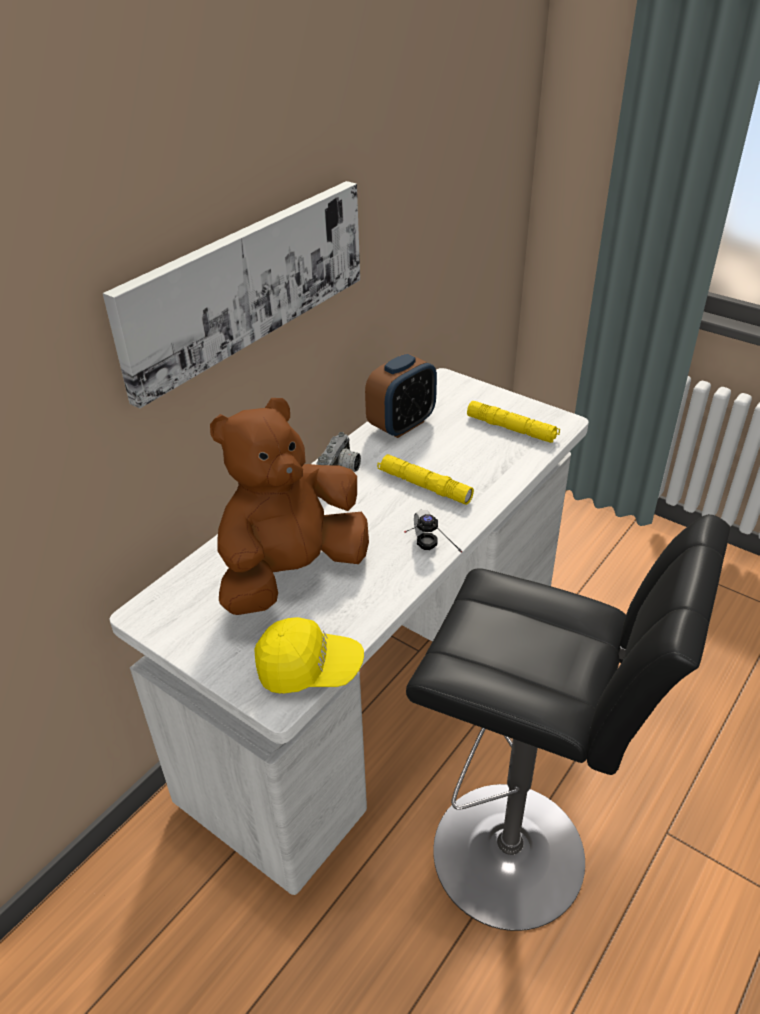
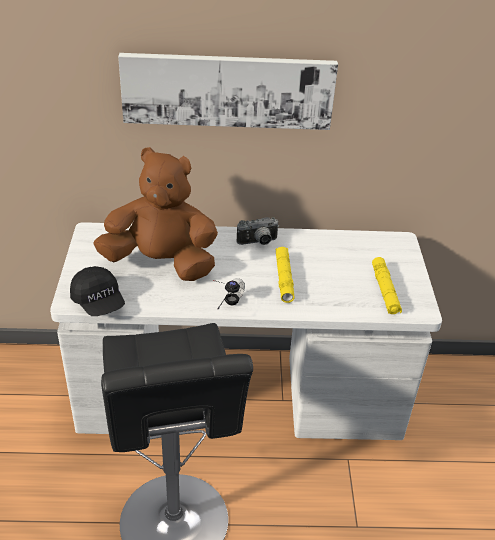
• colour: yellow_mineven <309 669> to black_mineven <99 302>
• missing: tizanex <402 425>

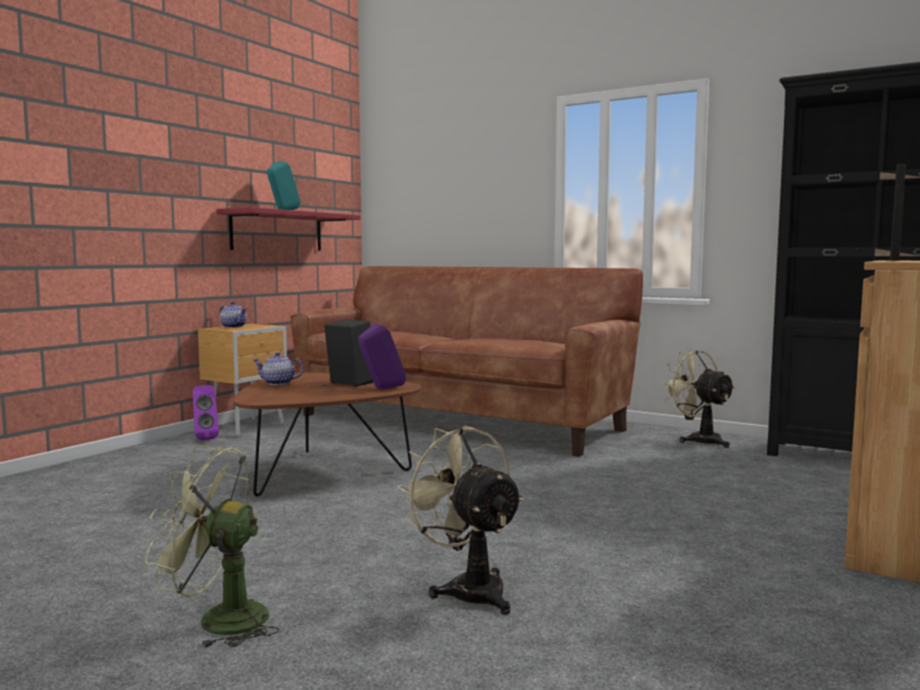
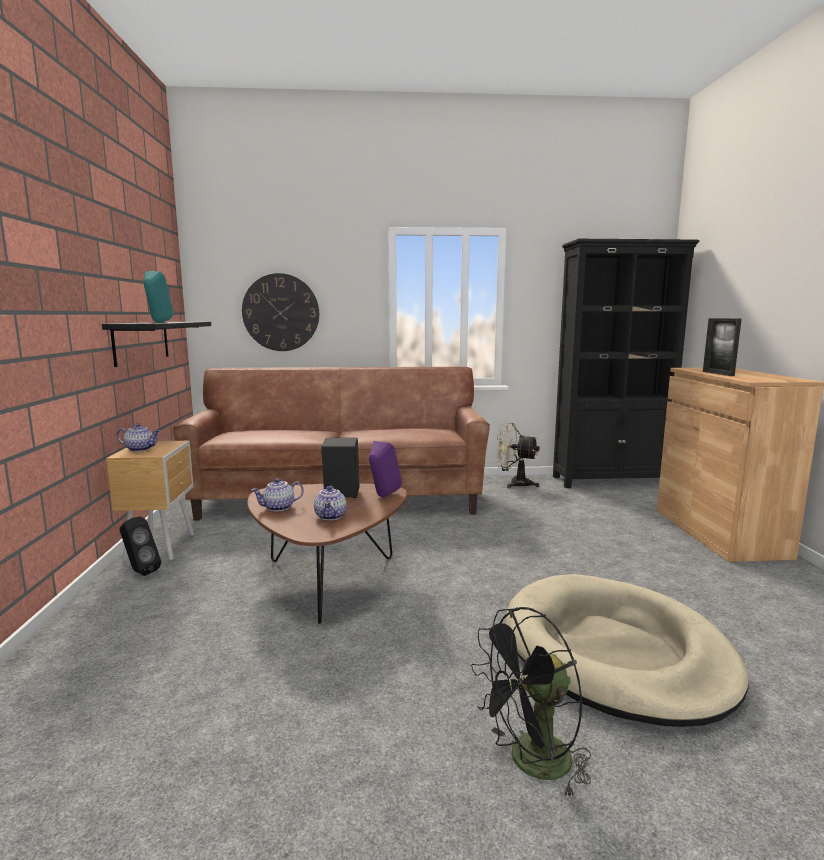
• colour: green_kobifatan <218 620> to black_kobifatan <531 764>
• colour: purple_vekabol <205 438> to black_vekabol <140 572>
• colour: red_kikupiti <277 231> to black_kikupiti <141 342>
• exchanged: beige_kobifatan <468 588> to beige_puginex <615 652>
• appeared: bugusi <281 312>
• appeared: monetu <331 517>

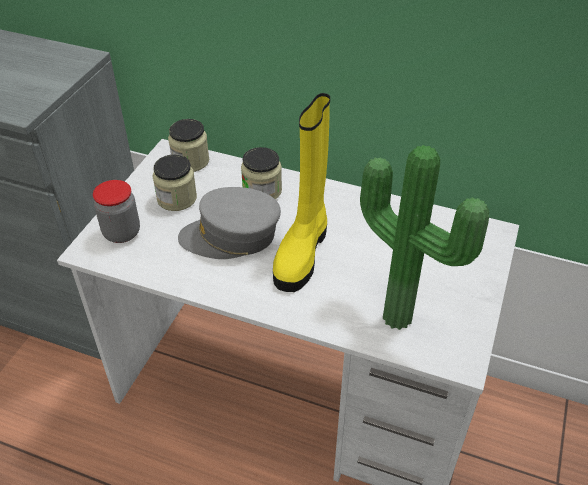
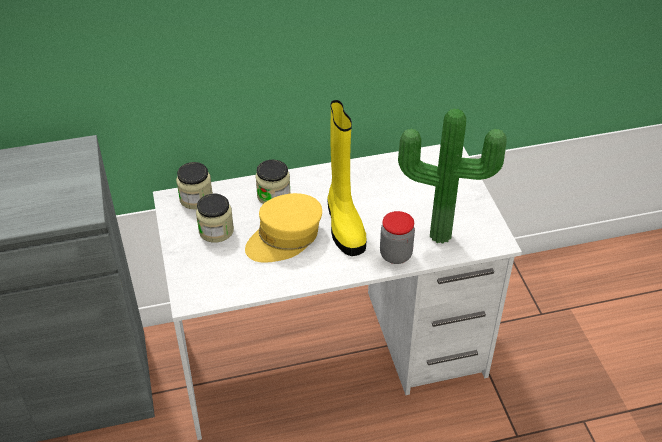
• relocated: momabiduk <122 233> to <395 255>
• colour: grey_mineven <231 236> to yellow_mineven <285 237>

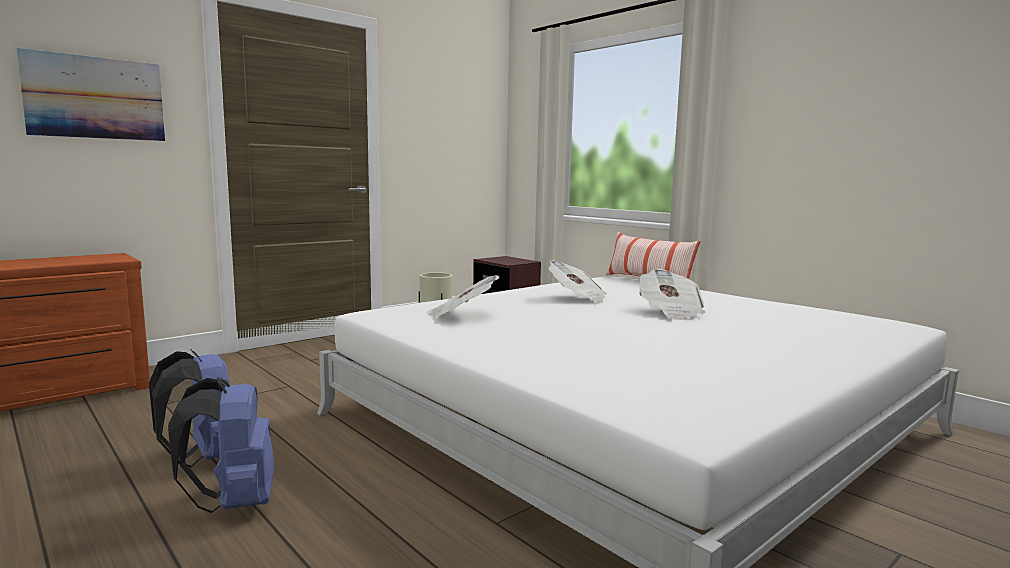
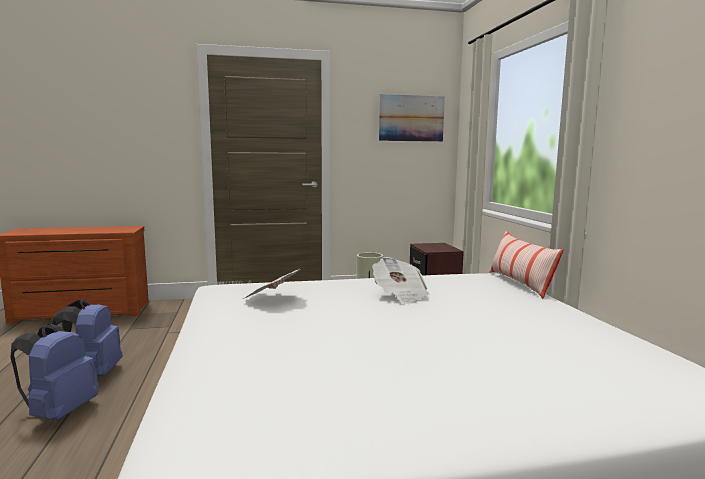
• relocated: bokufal <95 98> to <411 118>
• missing: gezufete <670 312>

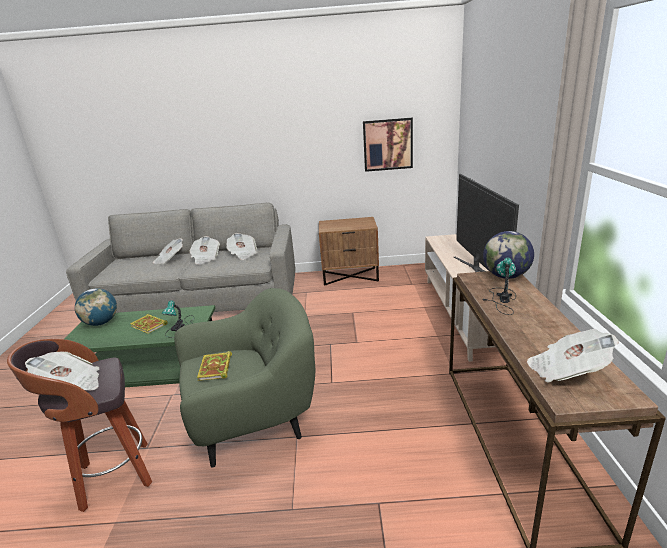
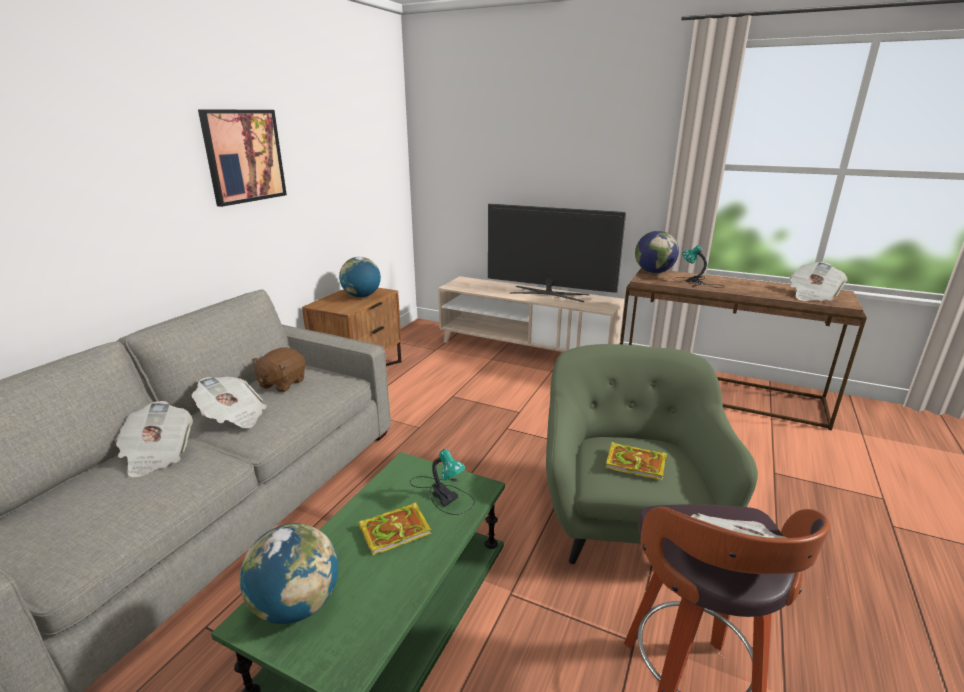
• exchanged: gezufete <243 254> to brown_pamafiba <282 383>
• relocated: bokufal <387 144> to <244 156>
• appeared: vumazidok <361 296>

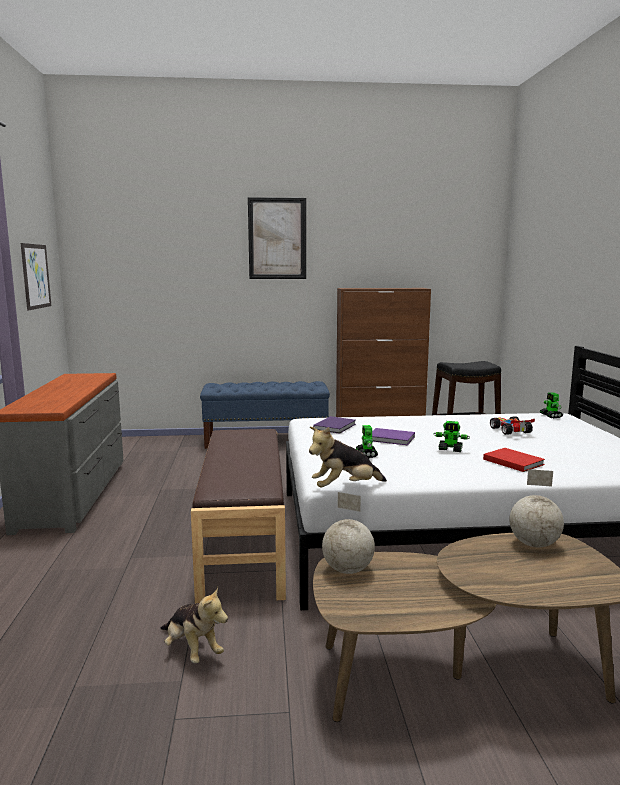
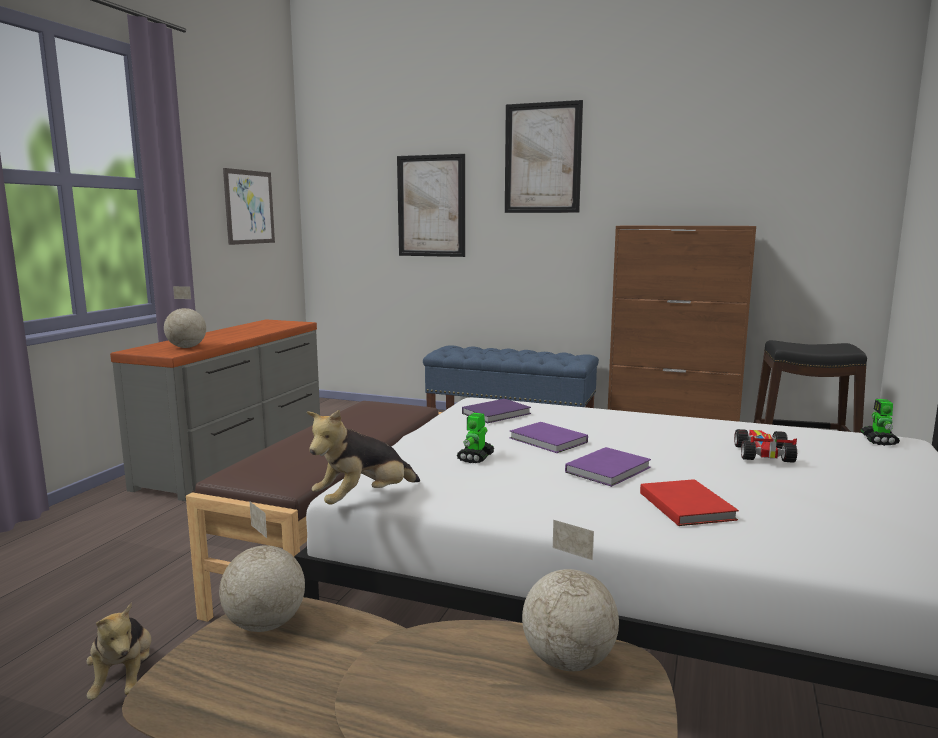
• spun: pamafiba <345 488> = <364 500> 45 degrees counterclockwise
• exchanged: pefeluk <450 450> to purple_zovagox <610 469>
• appeared: vumazidok <187 347>
• appeared: bokufal <431 206>

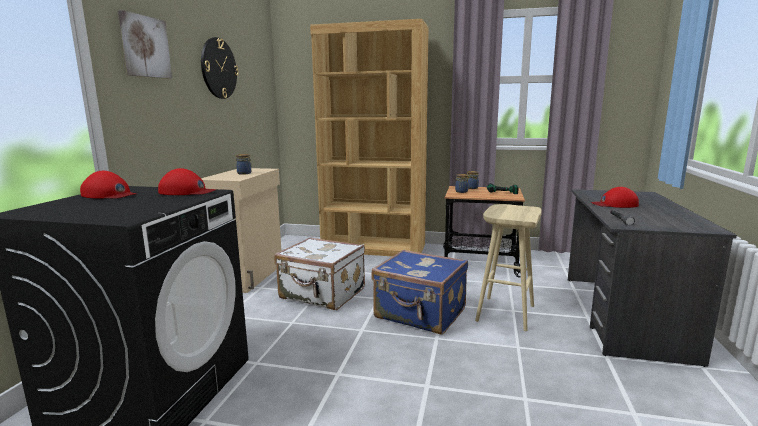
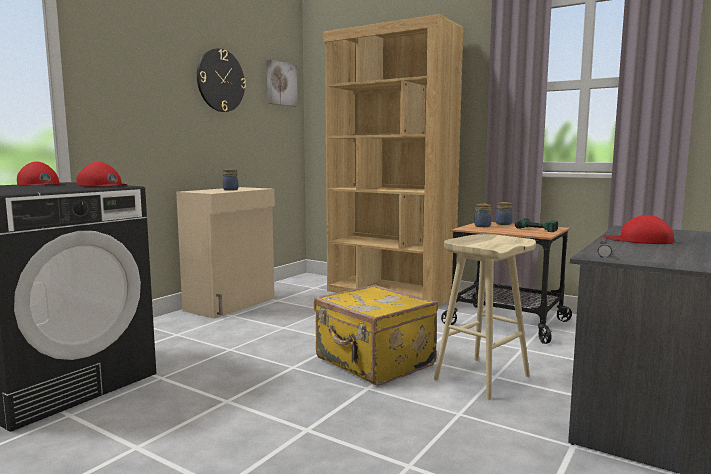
• relocated: bokufal <144 47> to <281 84>
• missing: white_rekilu <322 294>
• colour: blue_rekilu <420 314> to yellow_rekilu <374 363>

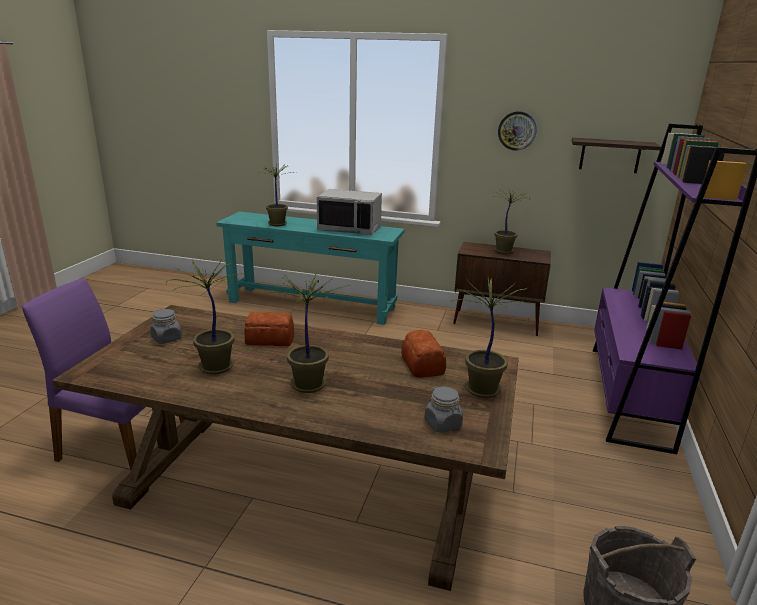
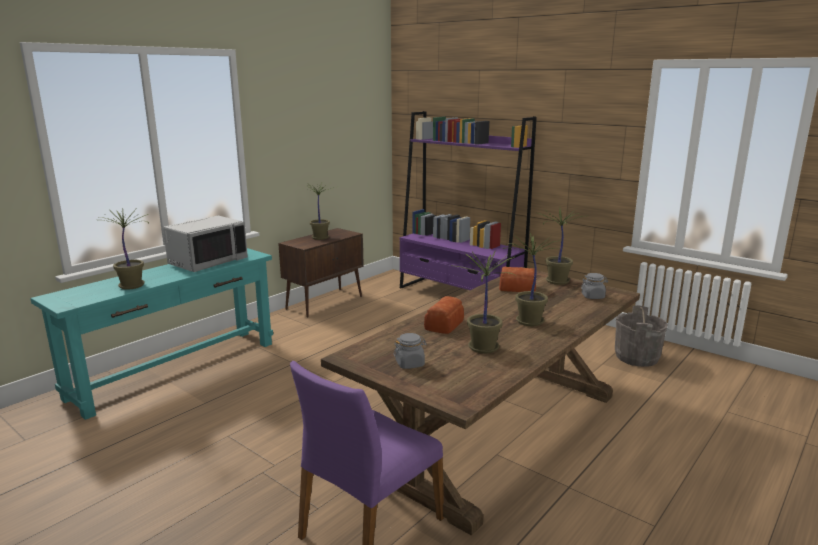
• missing: bugusi <517 131>
• missing: kikupiti <610 155>

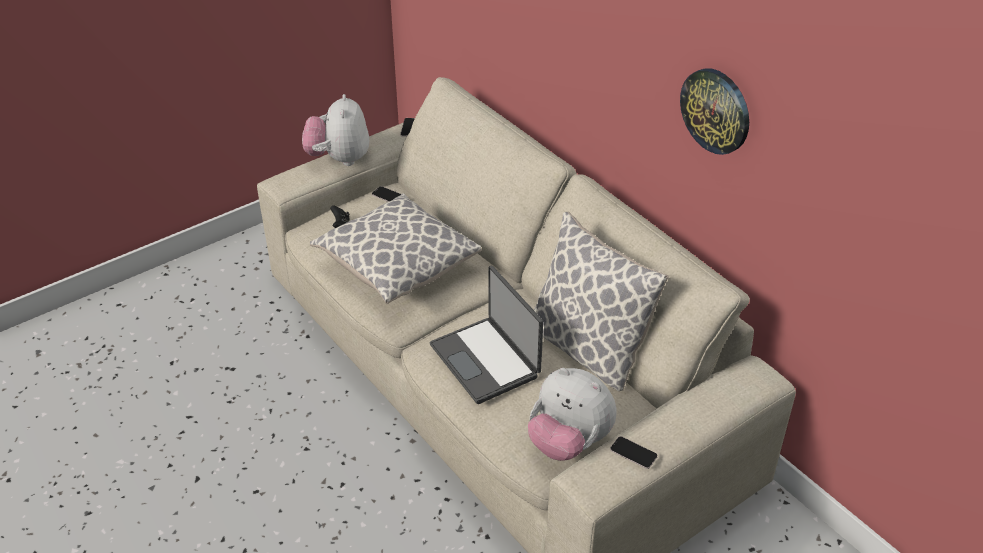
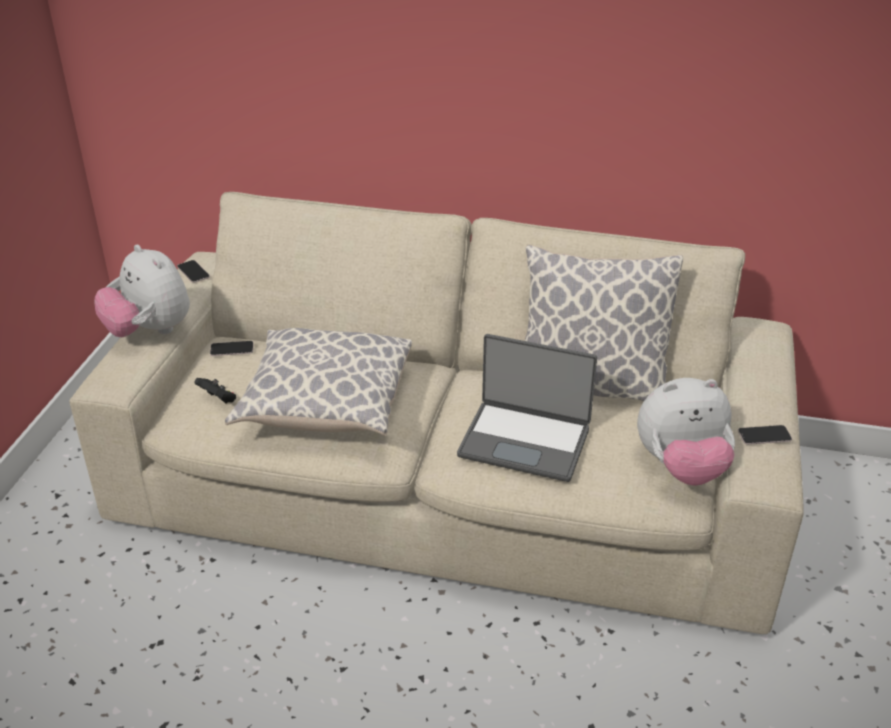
• missing: bugusi <716 110>

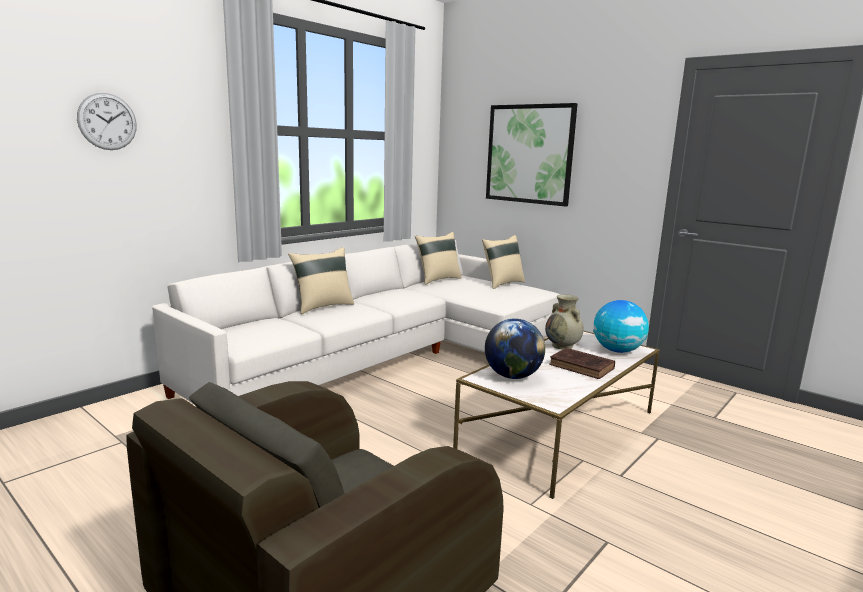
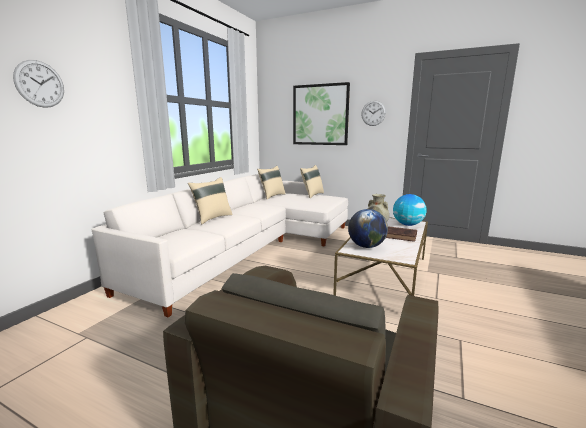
• appeared: bugusi <373 113>

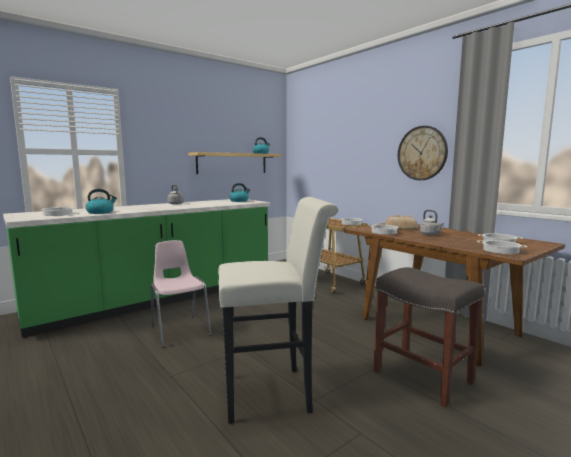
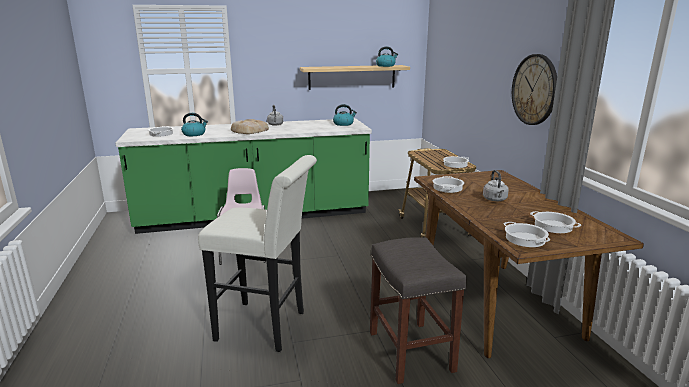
• relocated: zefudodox <400 227> to <249 130>

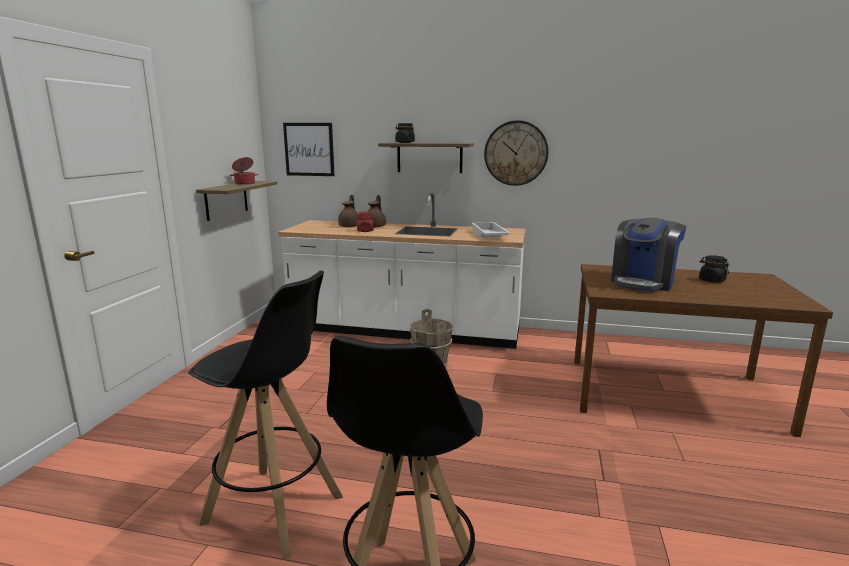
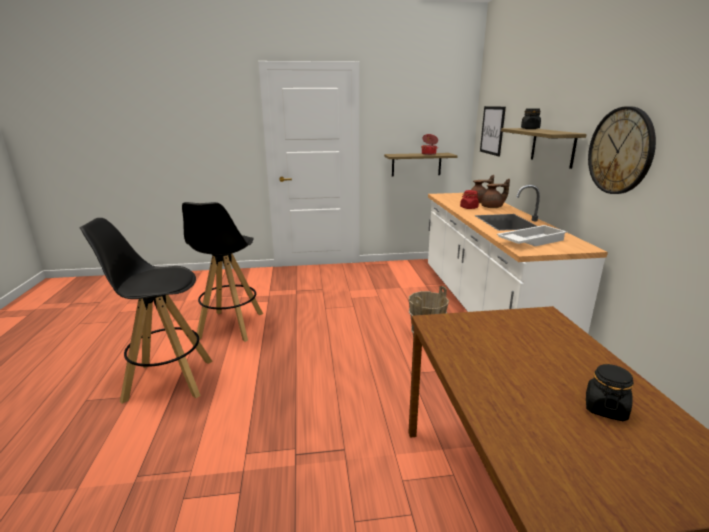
• missing: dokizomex <643 282>

